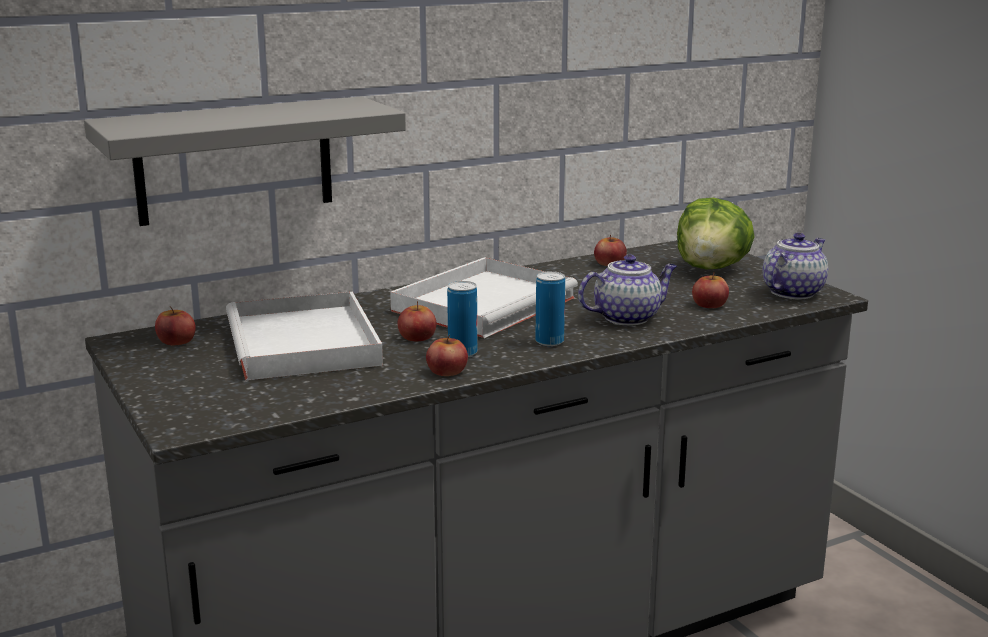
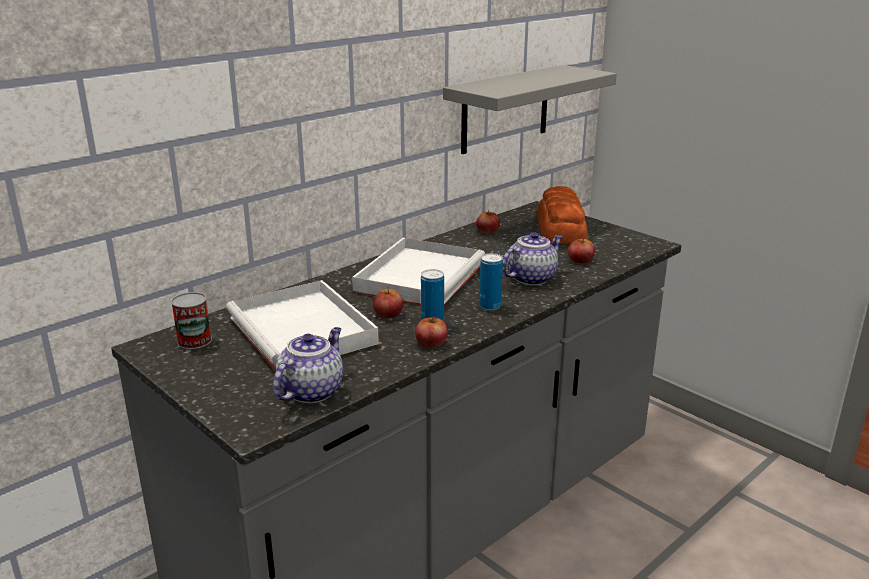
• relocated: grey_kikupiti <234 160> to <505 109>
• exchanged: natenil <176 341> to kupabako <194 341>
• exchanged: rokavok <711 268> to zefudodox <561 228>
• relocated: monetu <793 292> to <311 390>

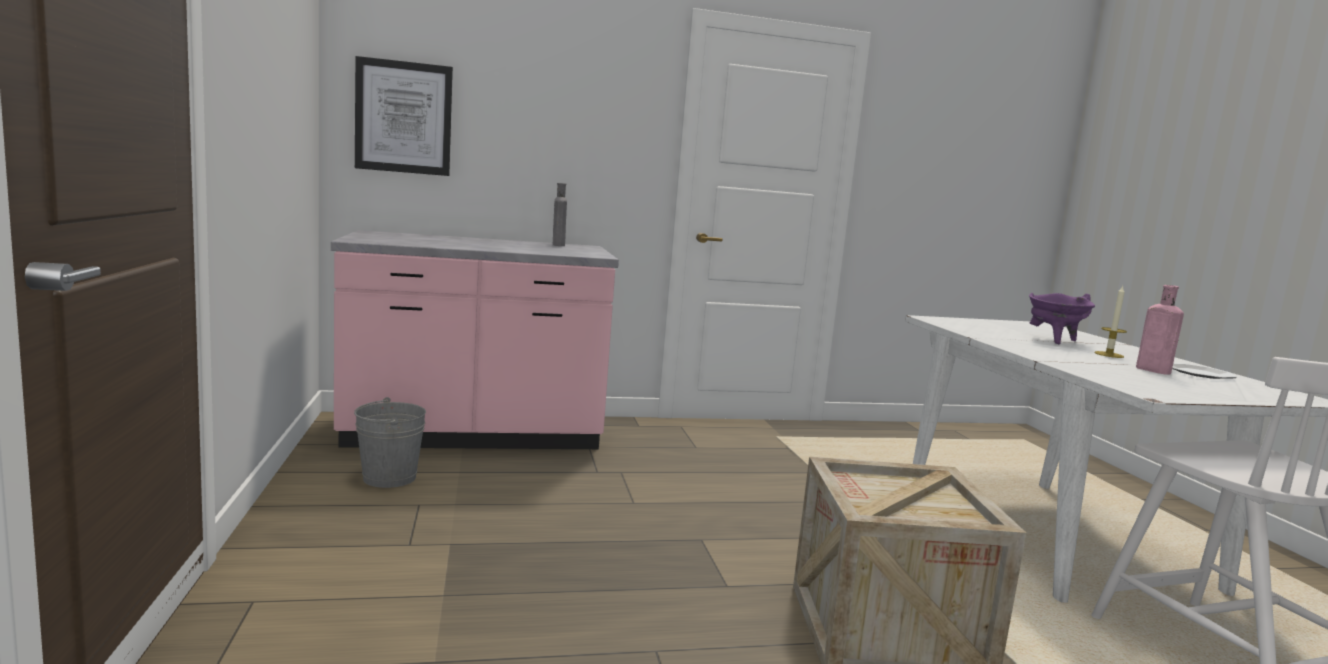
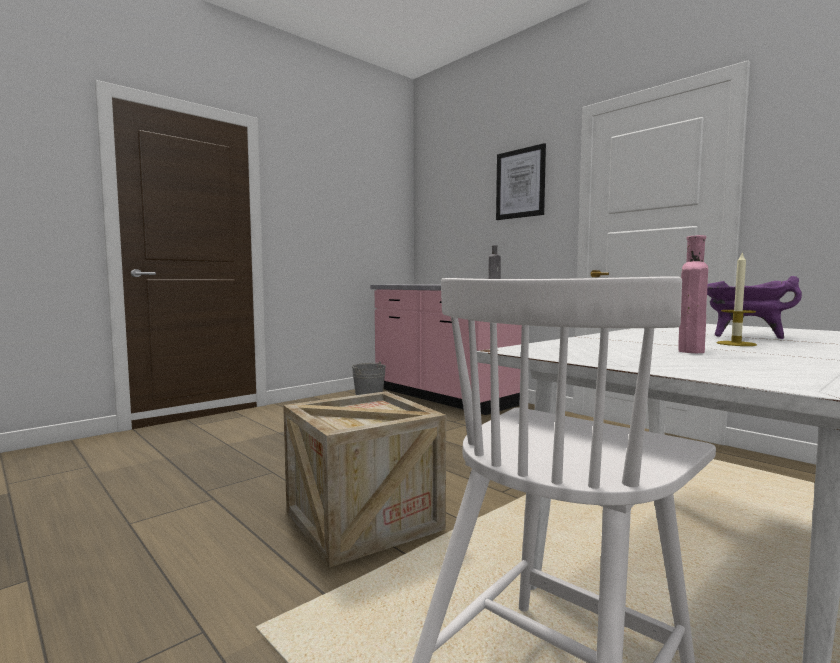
• relocated: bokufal <404 117> to <520 183>
• missing: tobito <1198 373>

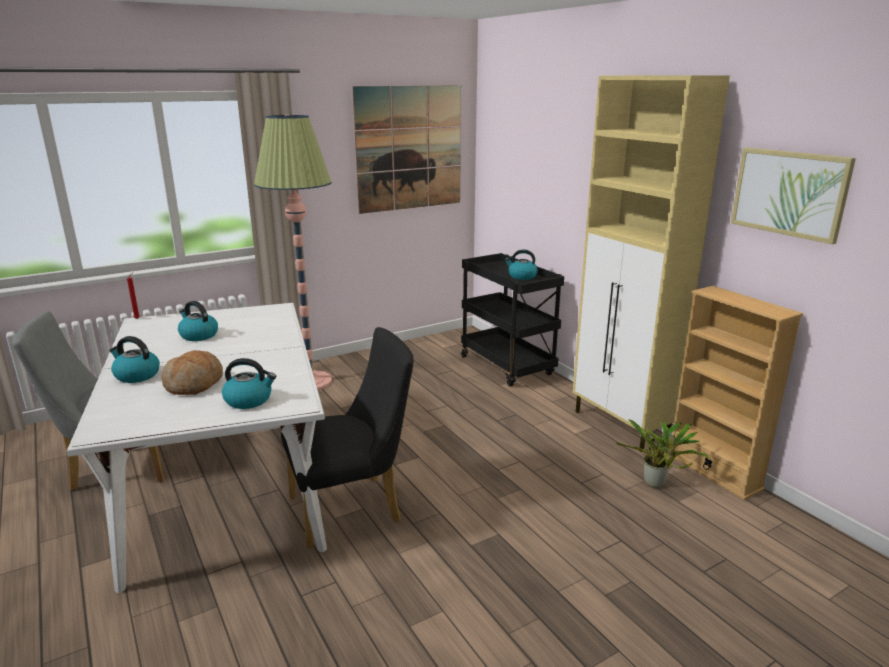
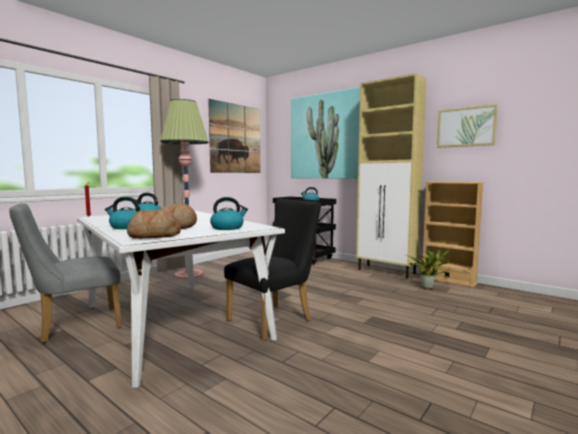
• appeared: zefudodox <154 236>
• appeared: bokufal <326 136>

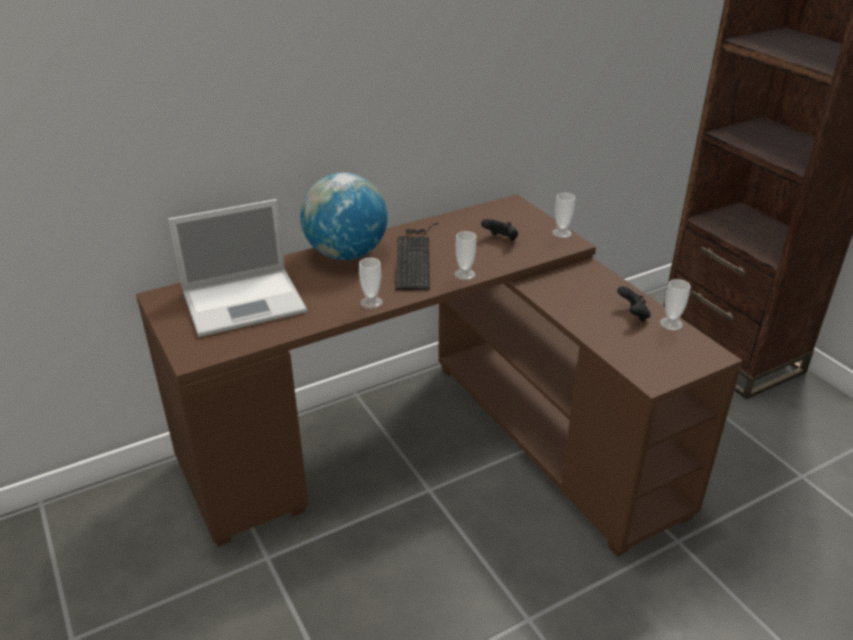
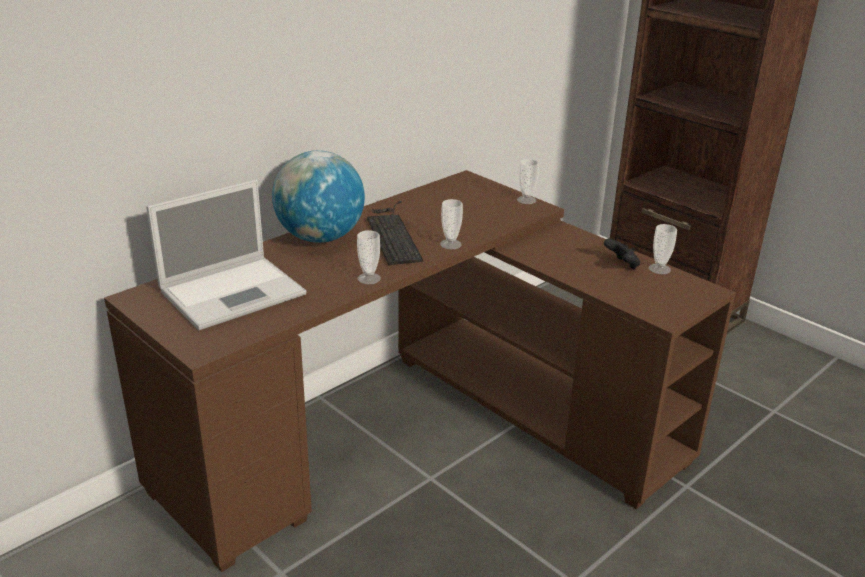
• missing: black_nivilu <501 240>

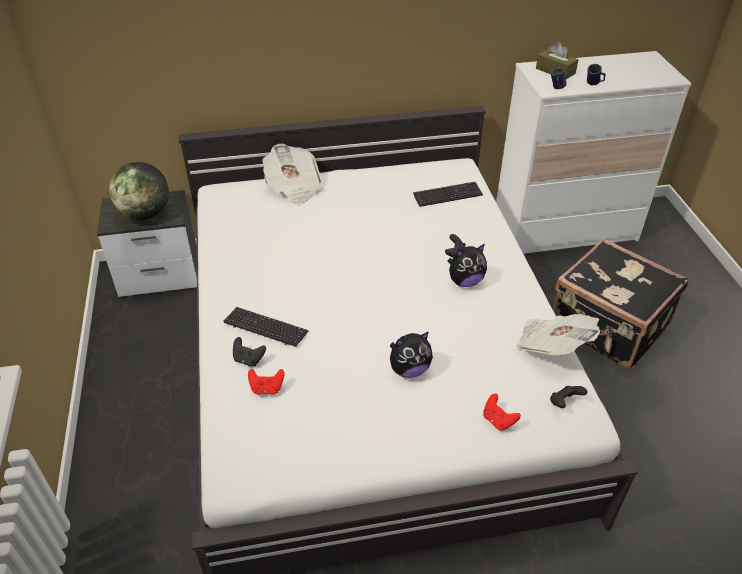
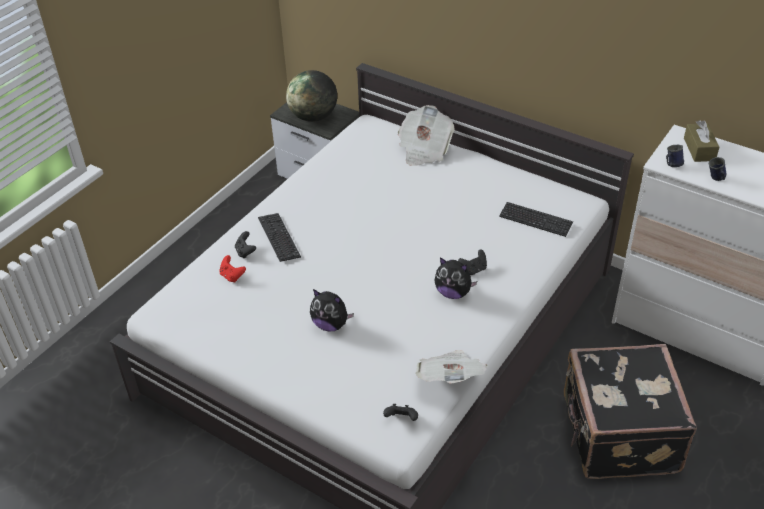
• missing: red_nivilu <498 420>

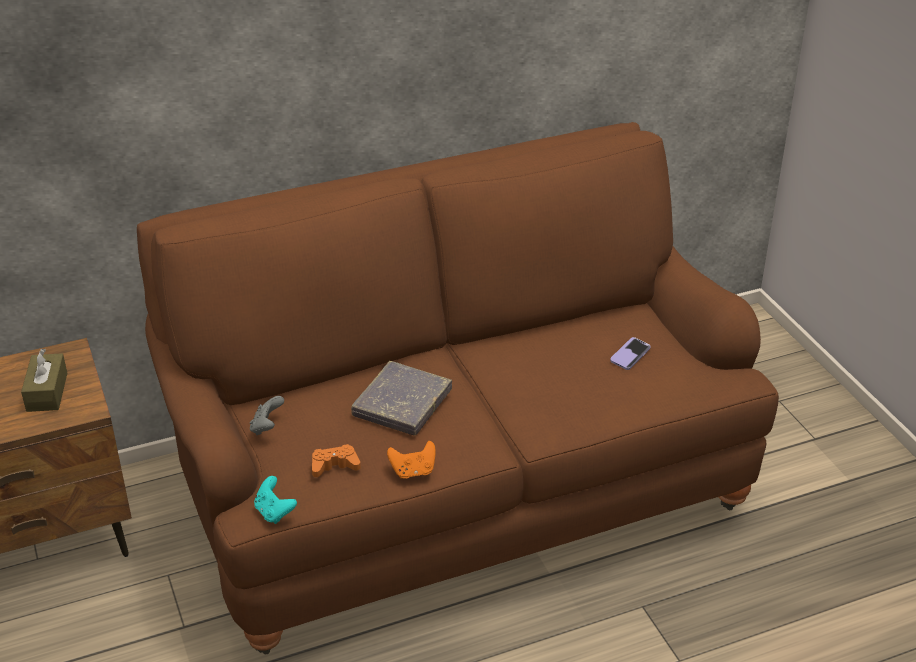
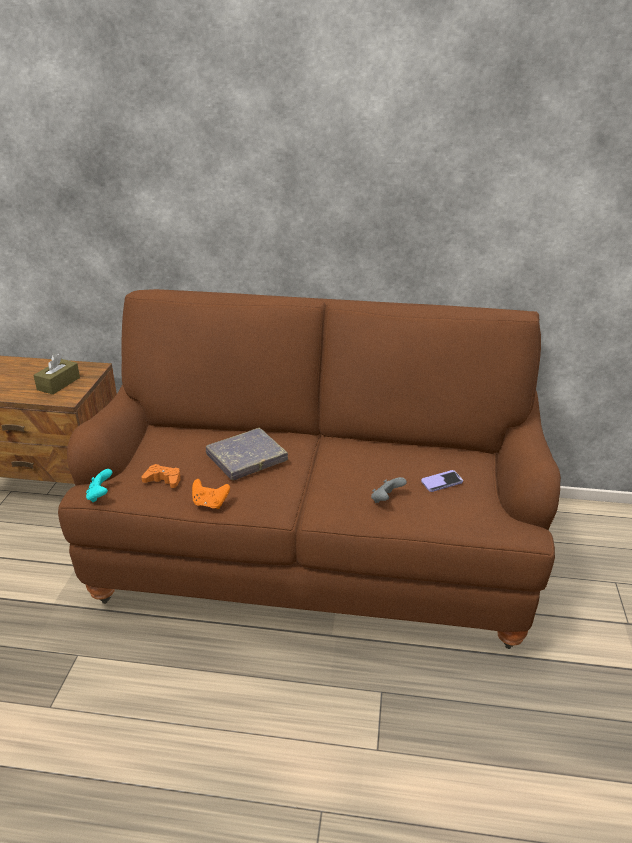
• relocated: grey_nivilu <267 427> to <386 499>

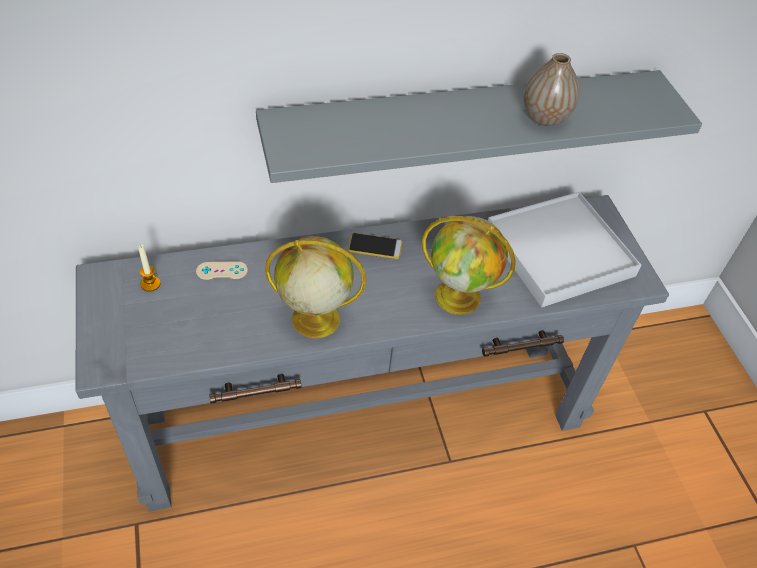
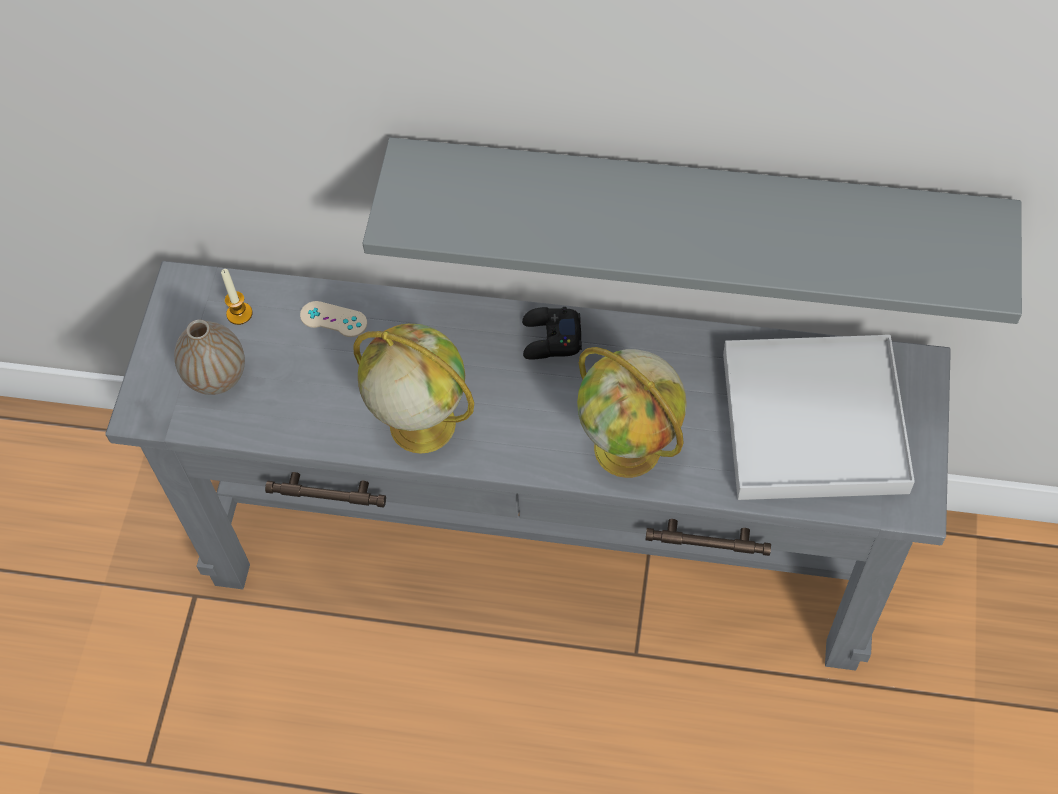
• exchanged: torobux <375 246> to black_nivilu <550 339>
• relocated: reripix <544 118> to <217 377>

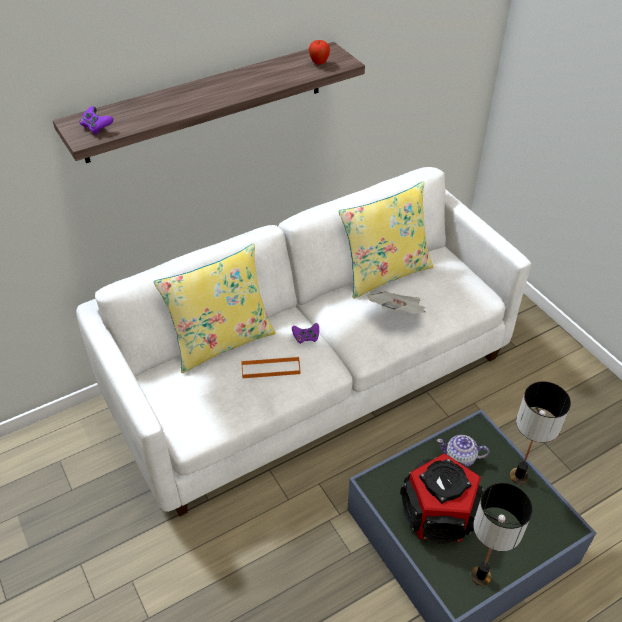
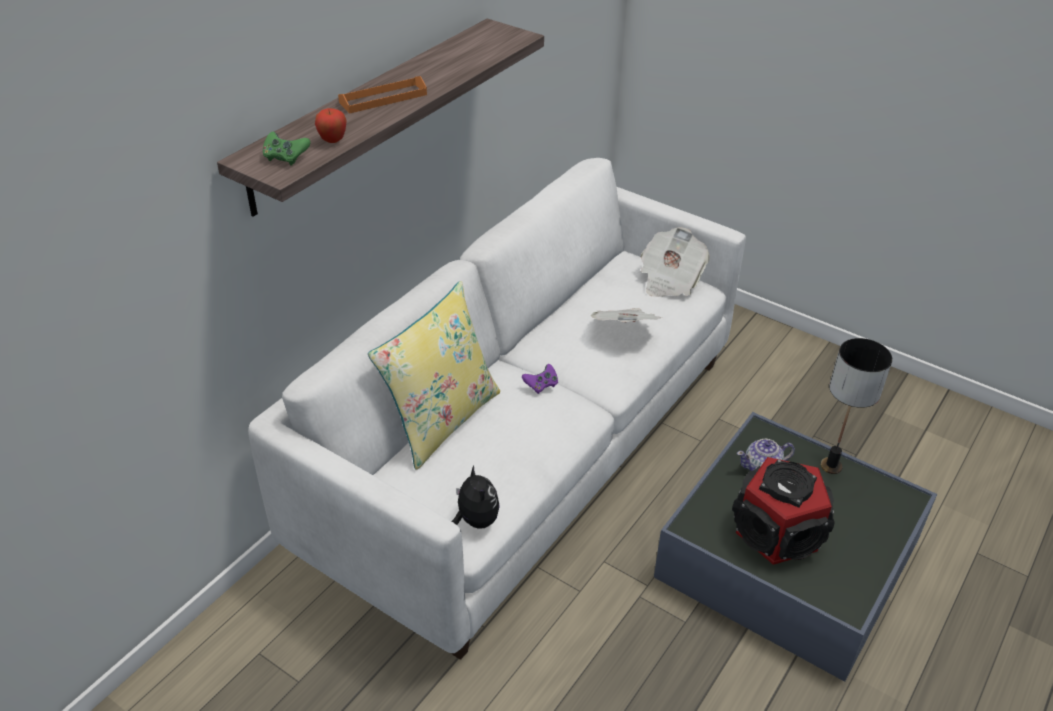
• colour: purple_nivilu <96 128> to green_nivilu <285 158>
• relocated: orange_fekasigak <271 369> to <383 98>
• relocated: natenil <319 63> to <333 141>
• missing: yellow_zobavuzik <385 273>
• missing: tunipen <480 576>
• appeared: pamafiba <475 520>
• appeared: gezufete <670 279>

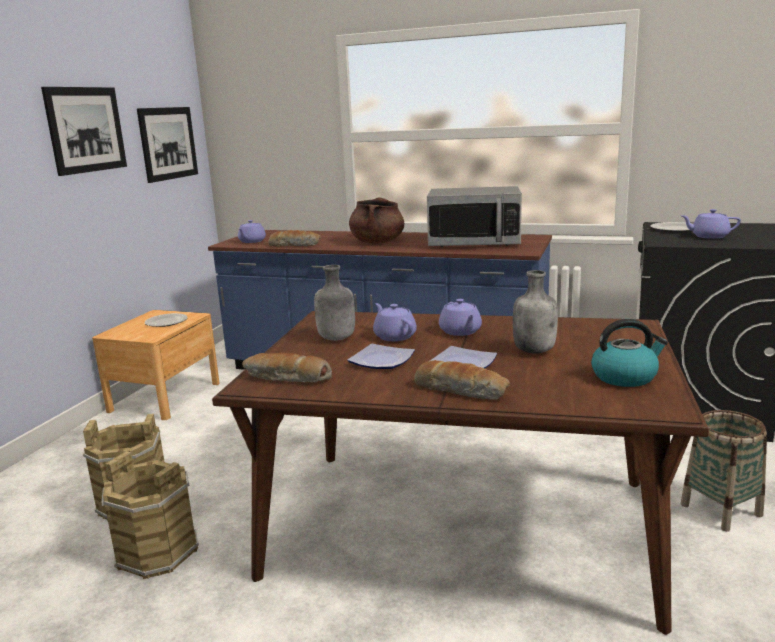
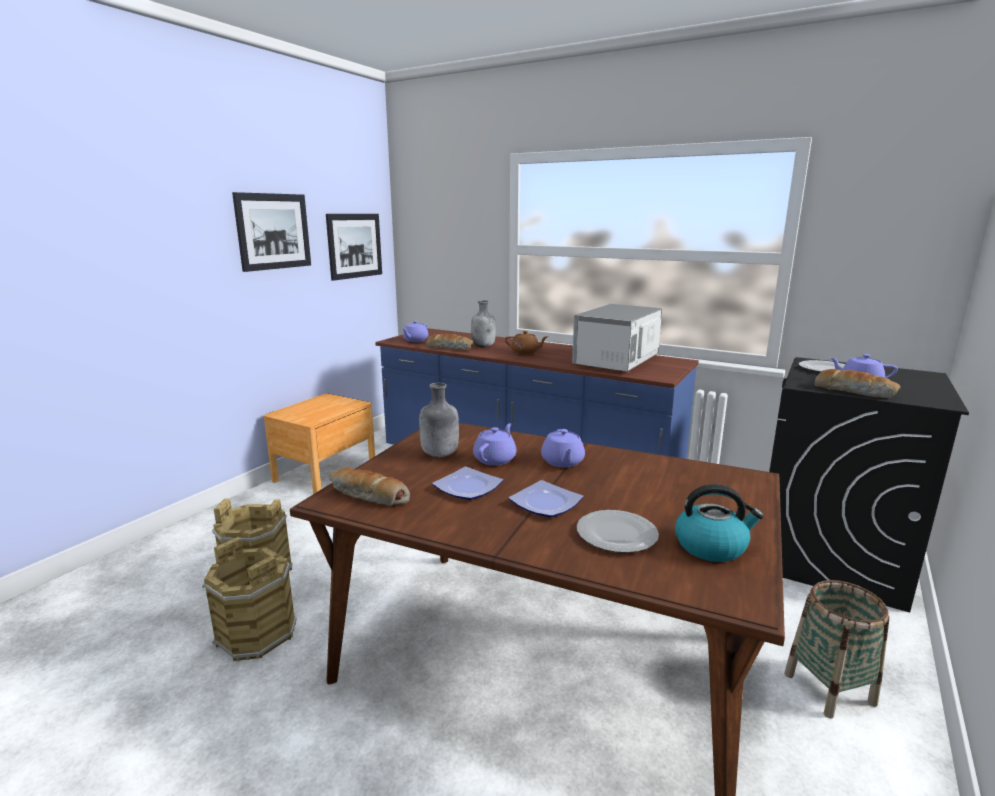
• relocated: tobito <166 322> to <615 534>
• exchanged: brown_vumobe <377 242> to brown_monetu <525 352>
• spun: purple_monetu <394 336> = <495 459> 45 degrees clockwise
• relocated: zefudodox <461 390> to <854 392>
• spun: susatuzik <474 242> = <617 362> 105 degrees clockwise
• relocated: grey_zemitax <535 350> to <484 346>

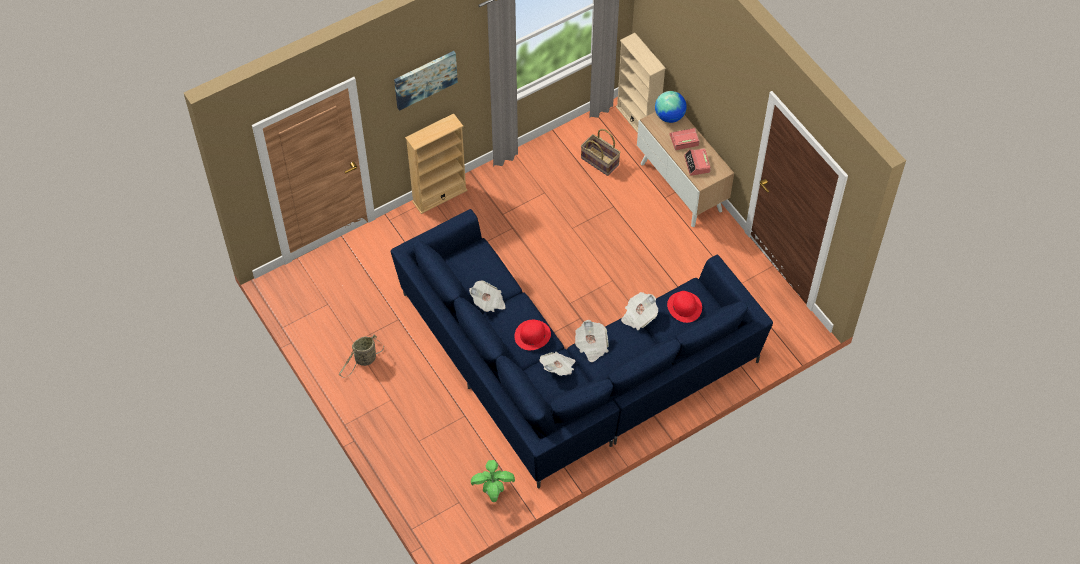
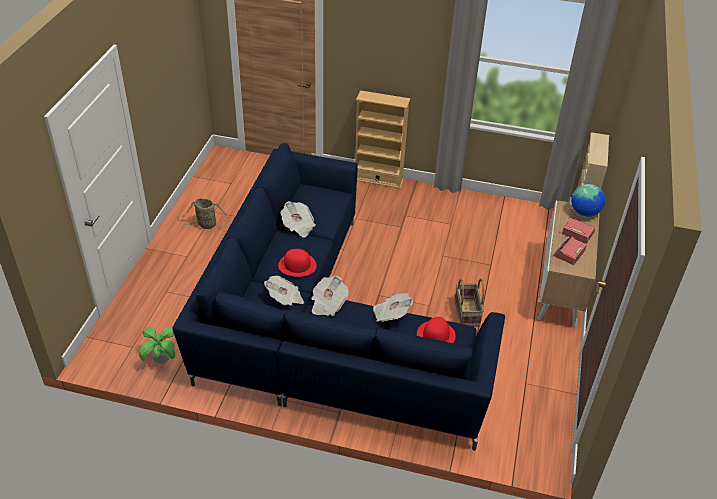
• missing: bokufal <425 79>
• relocated: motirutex <600 161> to <467 313>

